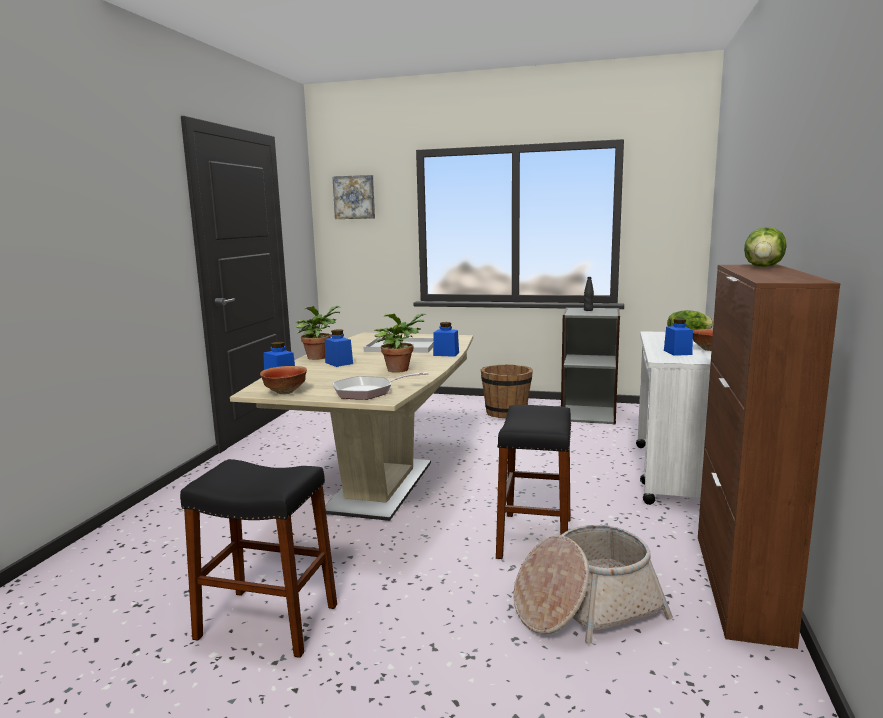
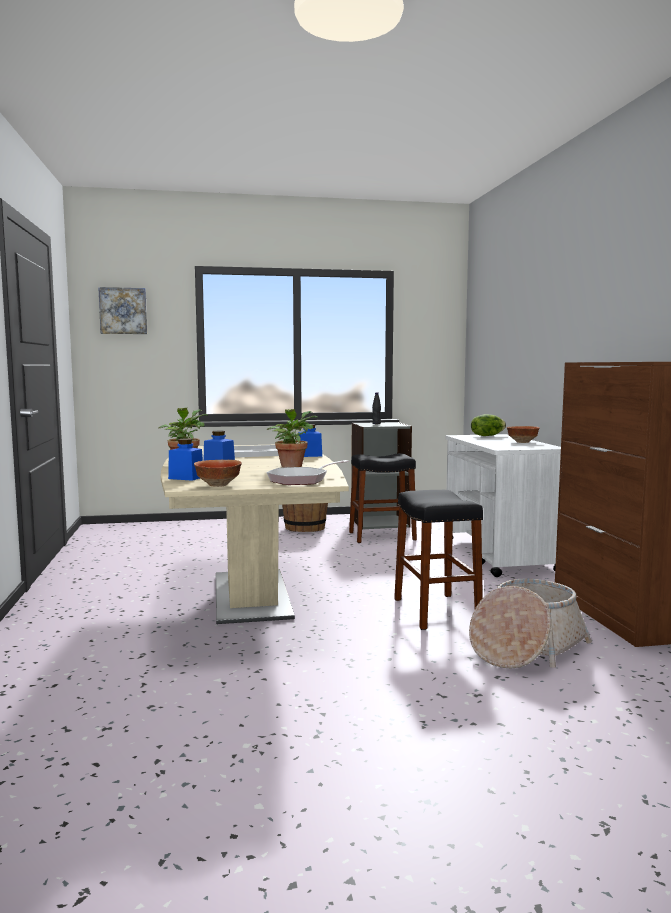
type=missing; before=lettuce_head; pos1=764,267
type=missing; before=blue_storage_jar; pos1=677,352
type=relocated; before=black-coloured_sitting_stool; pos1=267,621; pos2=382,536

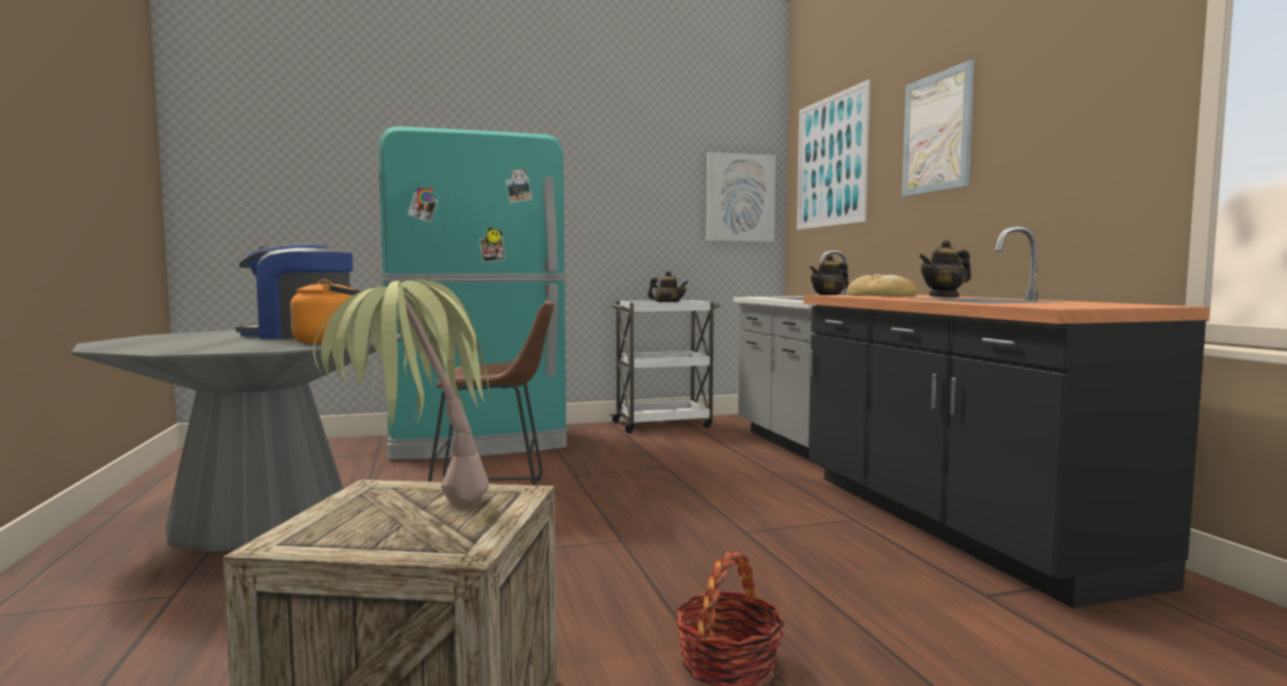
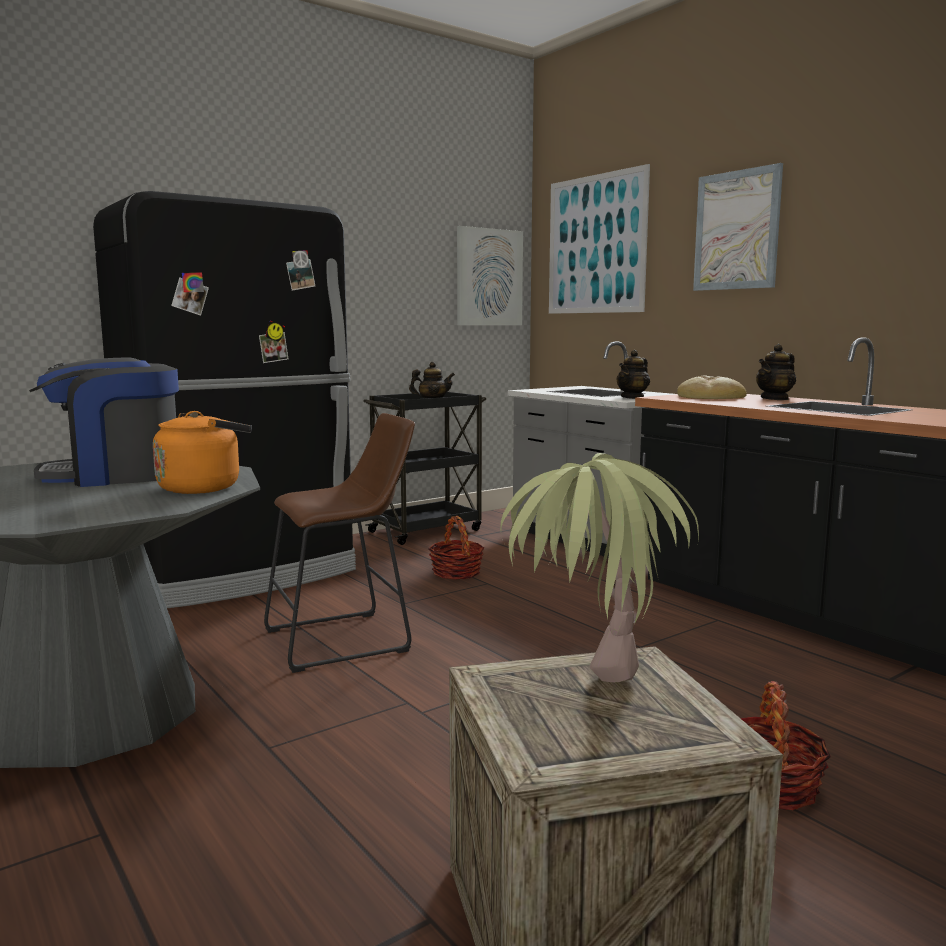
type=colour; before=turquoise-coloured_kitchen_fridge; after=black-coloured_kitchen_fridge; pos1=478,442; pos2=243,574
type=colour; before=white_cart; after=black-coloured_cart; pos1=663,424; pos2=427,530
type=appeared; after=storage_basket; pos2=456,572

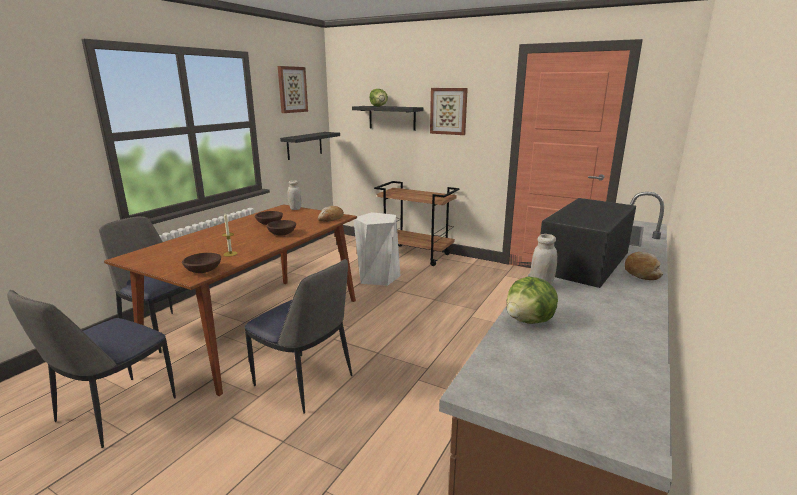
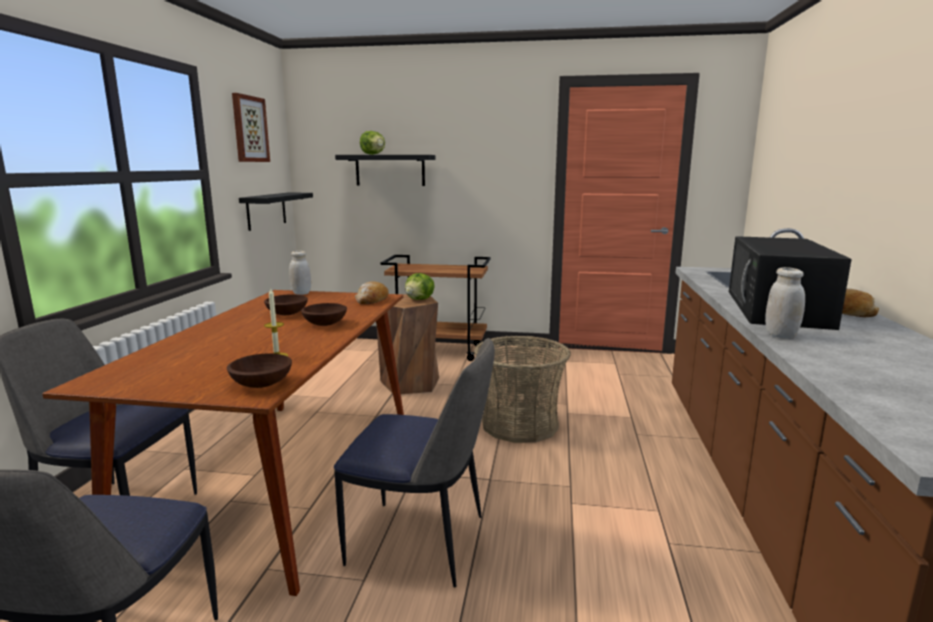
type=missing; before=picture; pos1=448,111
type=colour; before=white_sitting_stool; after=brownish_sitting_stool; pos1=378,277; pos2=410,383
type=relocated; before=lettuce_head; pos1=529,321; pos2=420,299
type=appeared; after=storage_basket; pos2=520,424

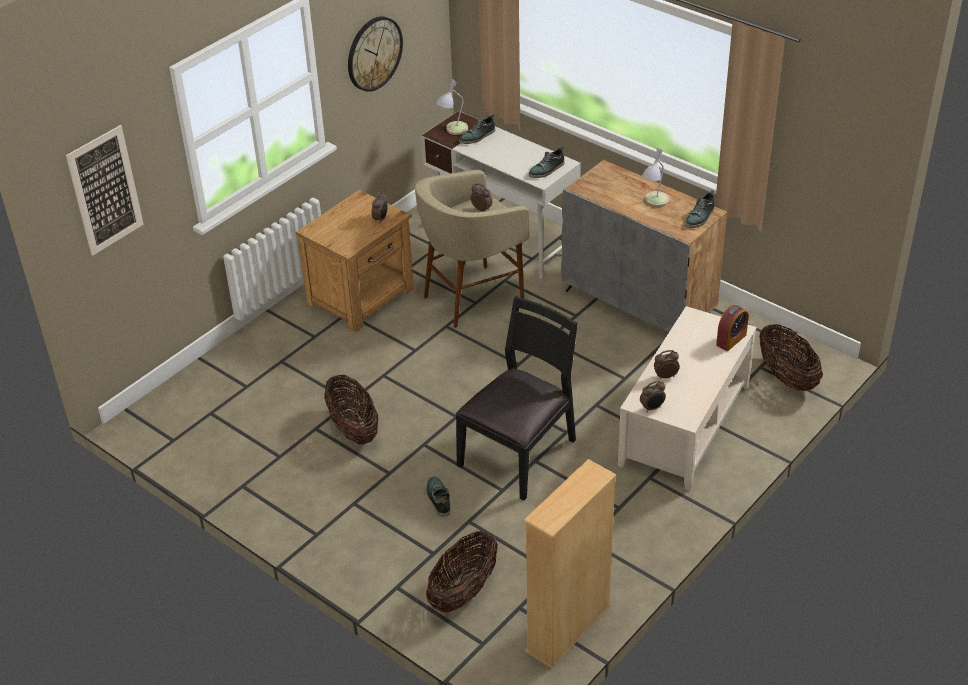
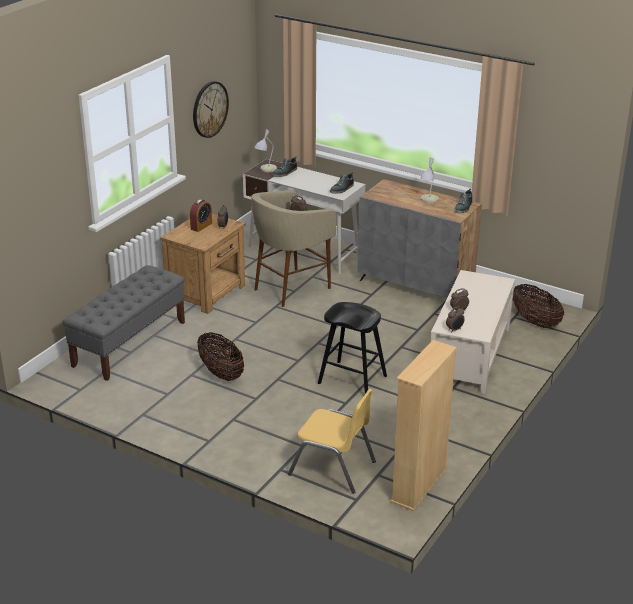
type=missing; before=picture; pos1=105,190
type=exchanged; before=black-coloured_upright_chair; after=black-coloured_sitting_stool; pos1=519,453; pos2=352,379
type=relocated; before=table_clock; pos1=731,340; pos2=201,226
type=missing; before=low_shoe; pos1=438,498
type=exchanged; before=storage_basket; after=yellow-coloured_upright_chair; pos1=463,591; pos2=333,468
type=appeared; after=gray_indoor_bench; pos2=129,343

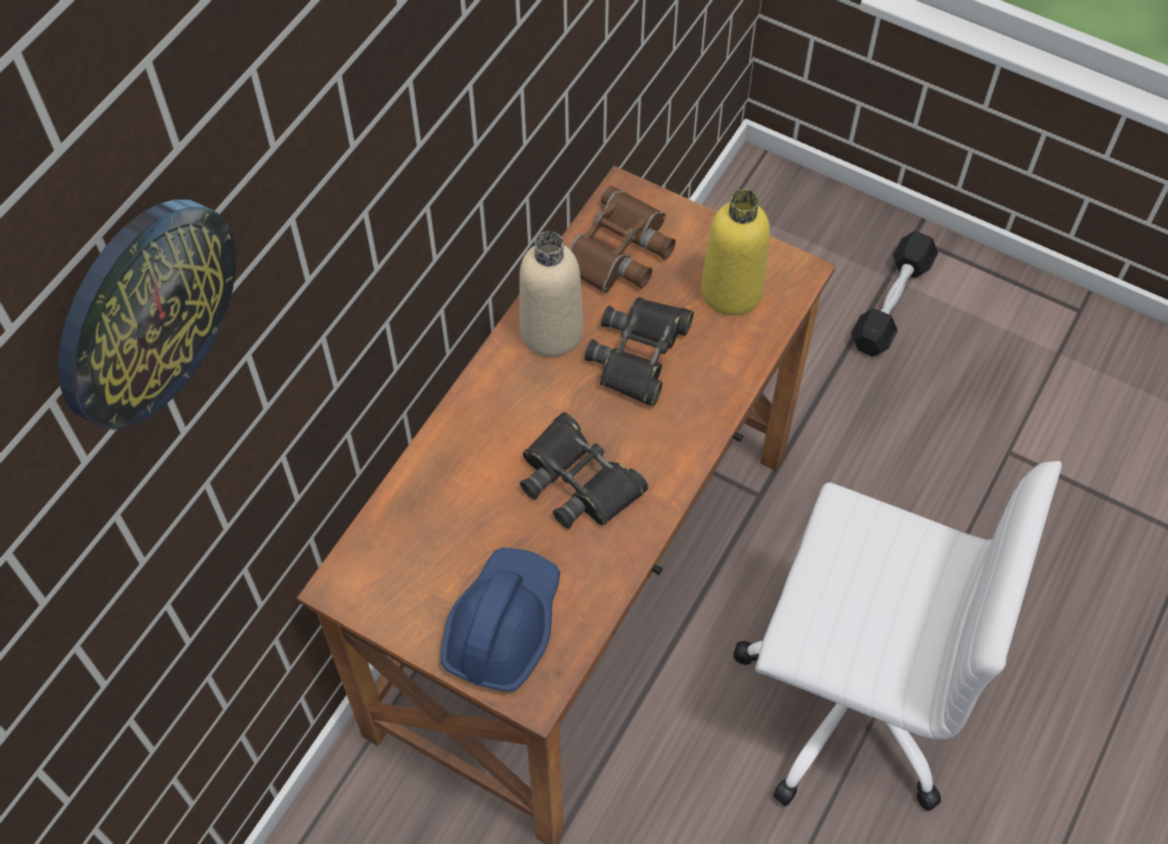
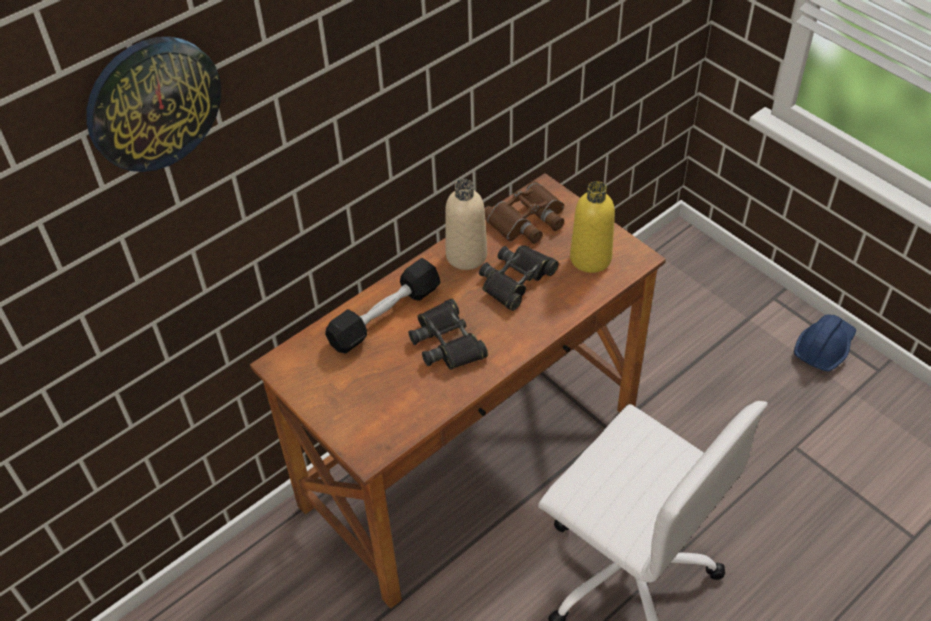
type=relocated; before=black-coloured_dumbbell; pos1=891,303; pos2=385,316
type=relocated; before=blue_work_helmet; pos1=503,625; pos2=823,347

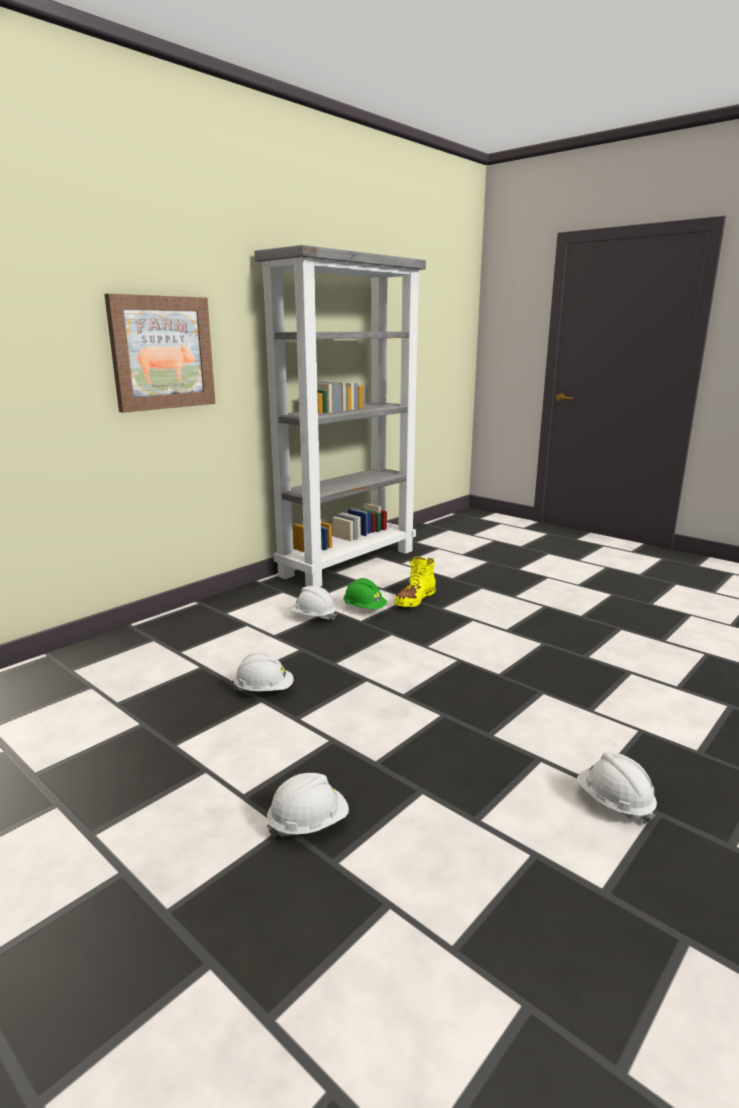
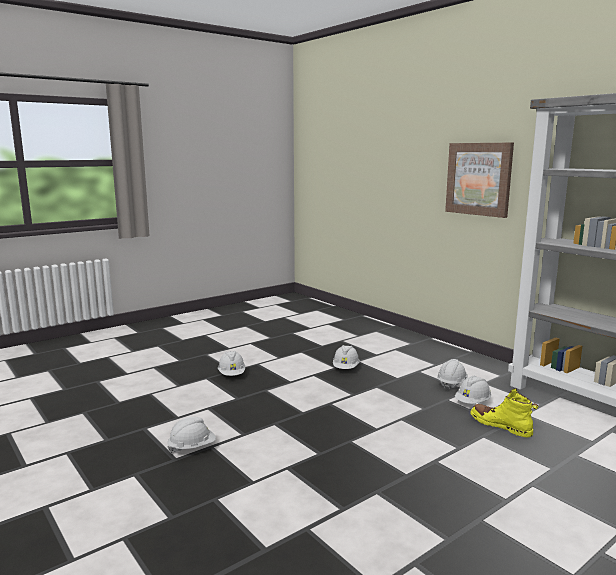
type=colour; before=greenish_work_helmet; after=white_work_helmet; pos1=364,609; pos2=472,402

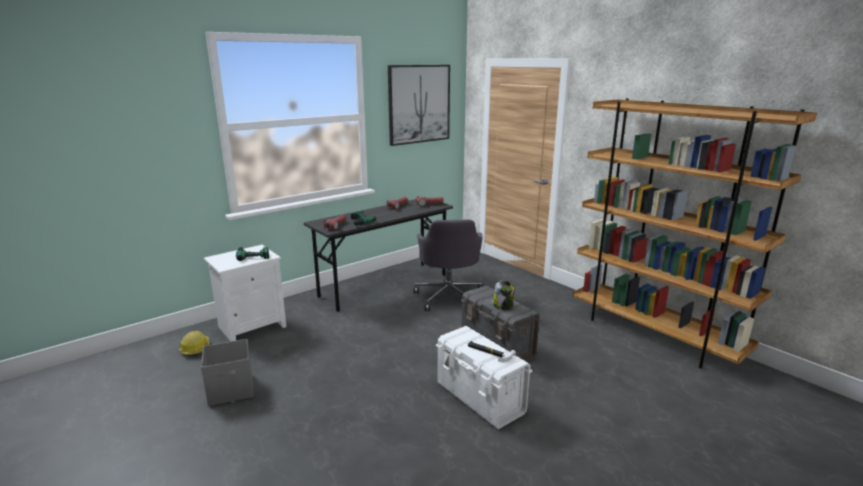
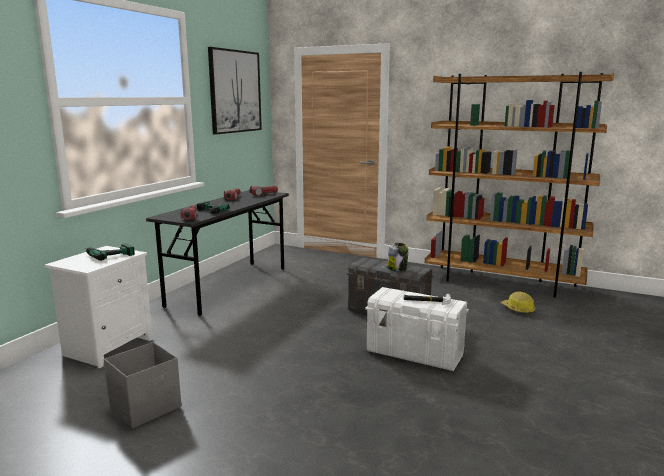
type=missing; before=gray_desk_chair; pos1=449,296
type=relocated; before=work_helmet; pos1=195,348; pos2=518,309

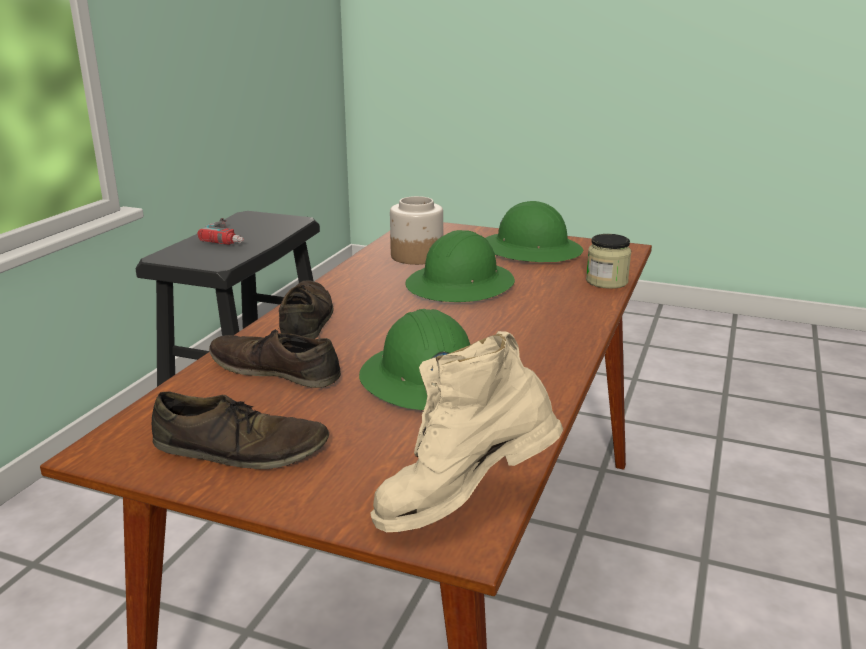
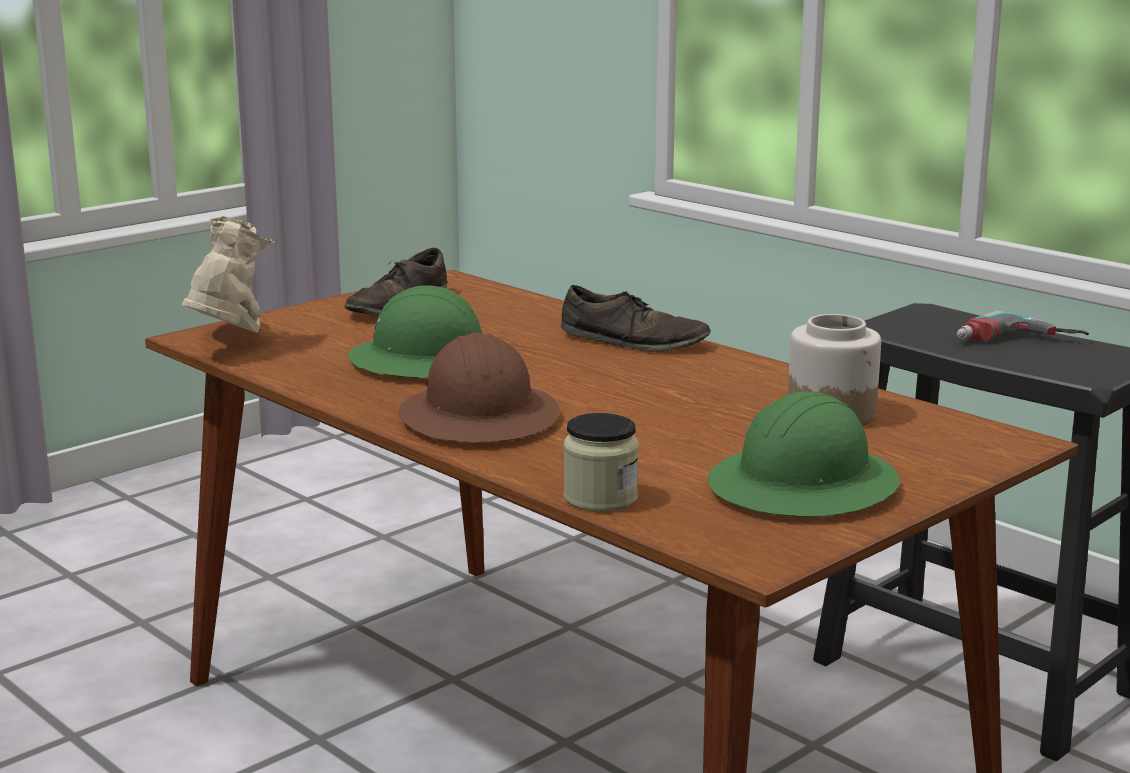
type=missing; before=greenish_work_helmet; pos1=461,285
type=missing; before=brownish_low_shoe; pos1=275,370
type=appeared; after=brownish_work_helmet; pos2=480,418

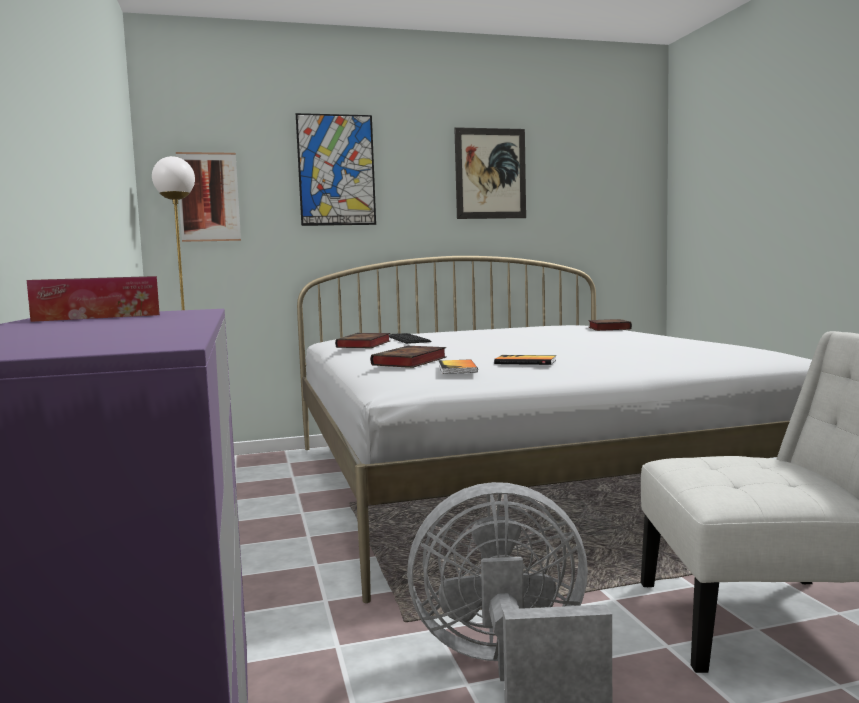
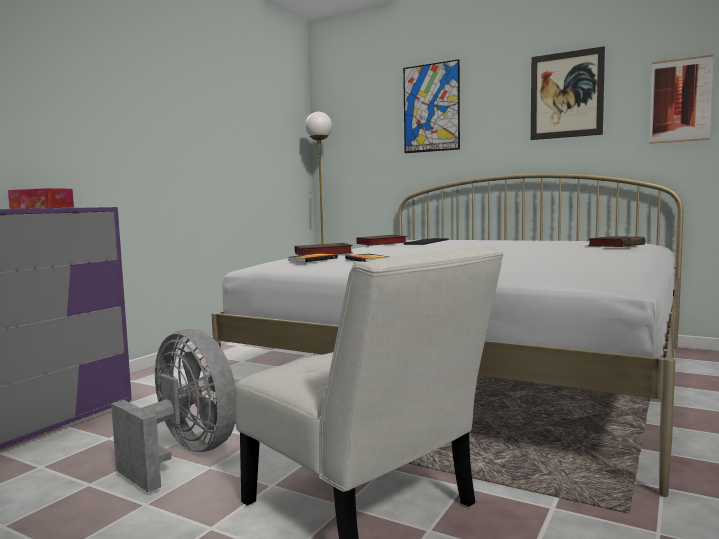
type=relocated; before=picture; pos1=209,197; pos2=680,100

